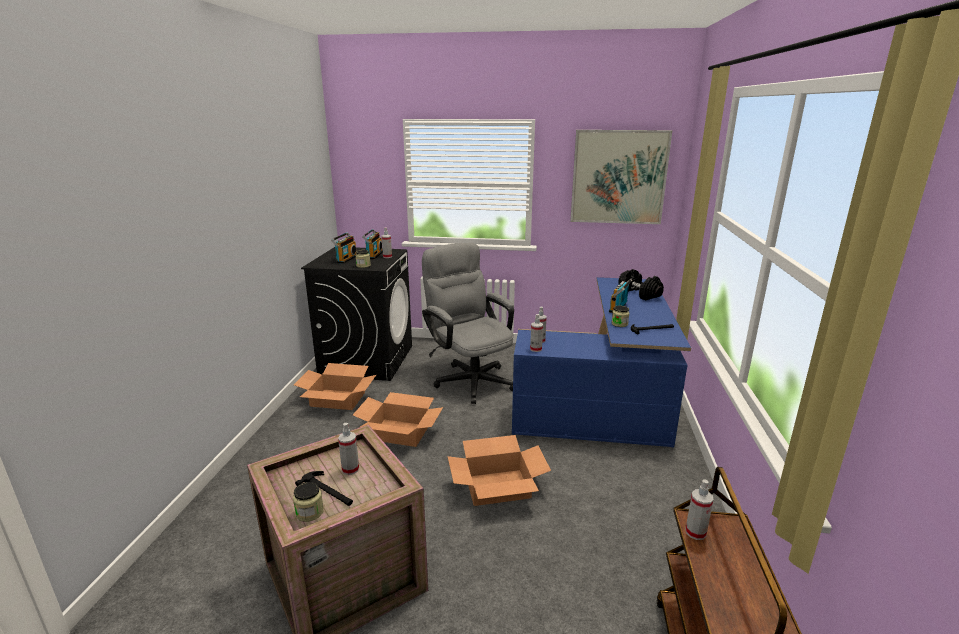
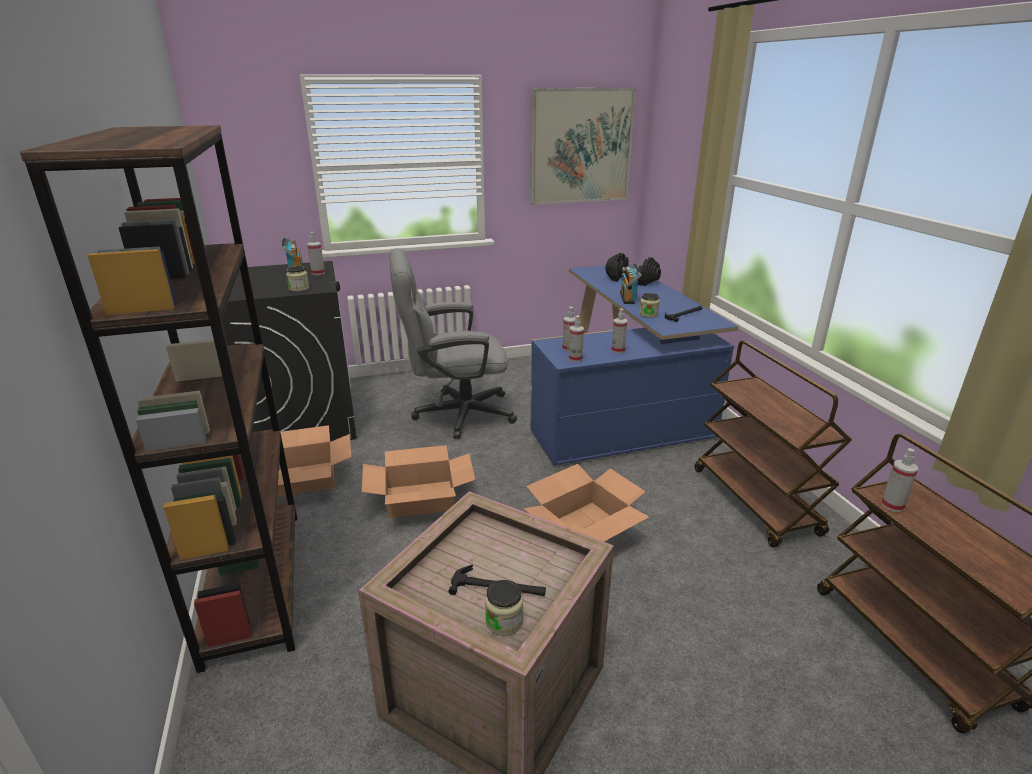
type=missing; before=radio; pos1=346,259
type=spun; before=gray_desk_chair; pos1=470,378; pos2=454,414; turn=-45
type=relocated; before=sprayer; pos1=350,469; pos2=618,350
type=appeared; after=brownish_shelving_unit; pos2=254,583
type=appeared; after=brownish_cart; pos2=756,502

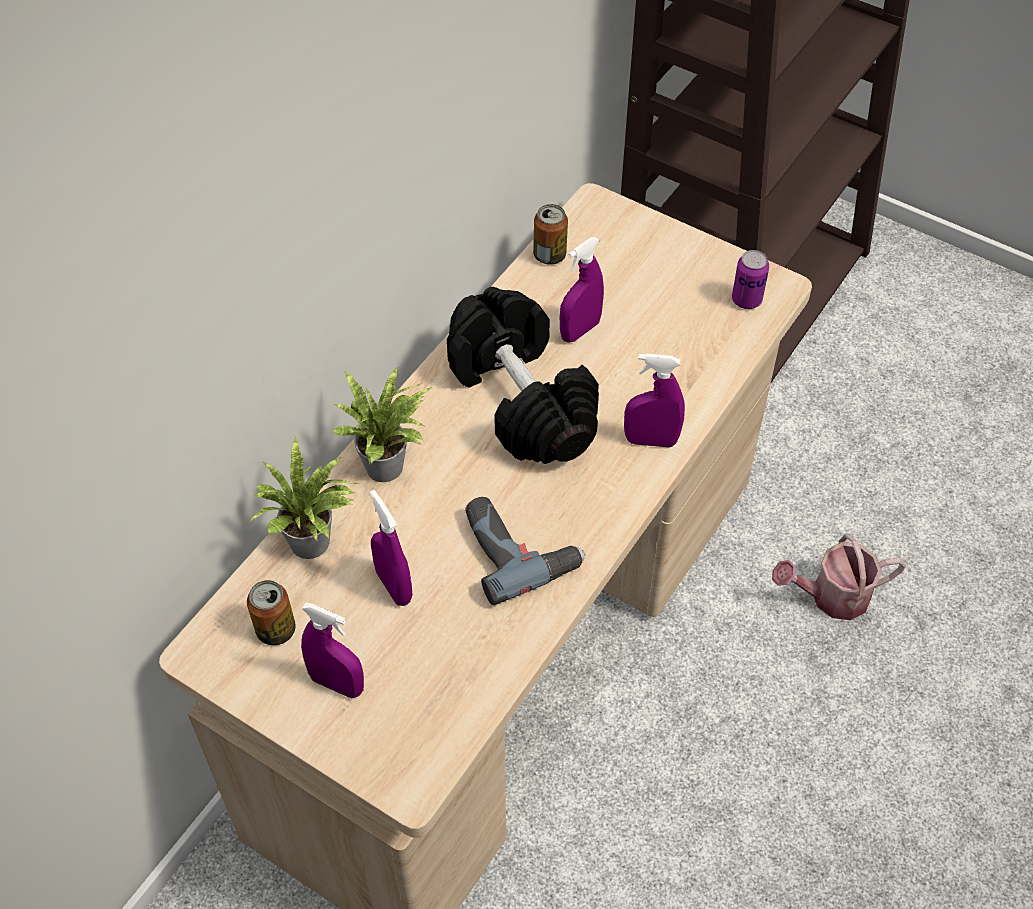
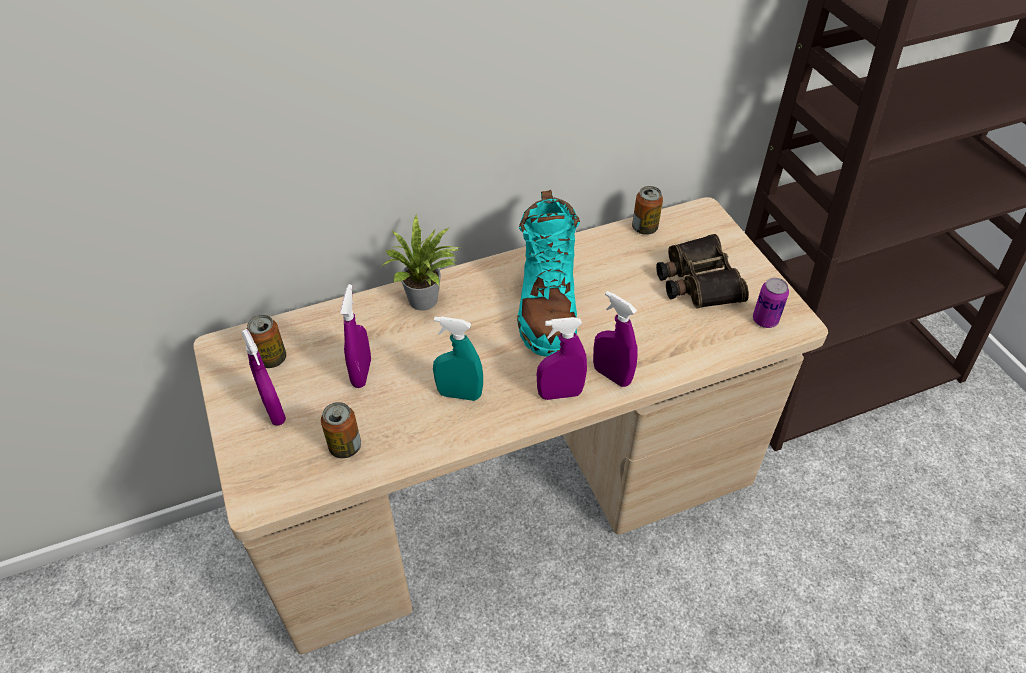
type=relocated; before=purple-coloured_sprayer; pos1=580,330; pos2=560,394
type=exchanged; before=black-coloured_dumbbell; after=turquoise-coloured_high-top_boot; pos1=523,400; pos2=547,305
type=missing; before=potted_plant; pos1=314,544
type=exchanged; before=drill; after=turquoise-coloured_sprayer; pos1=518,548; pos2=459,394
type=missing; before=watering_pot; pos1=831,596
type=appeared; after=binoculars; pos2=697,280
type=appeared; after=sealed_can; pos2=345,446

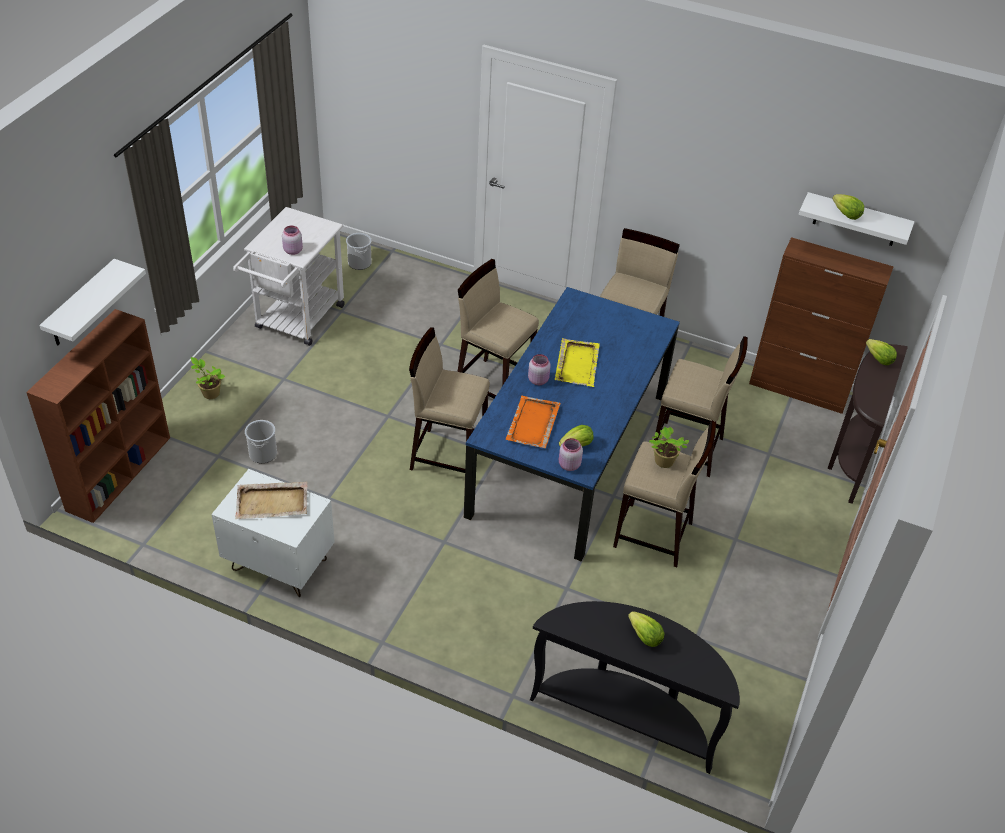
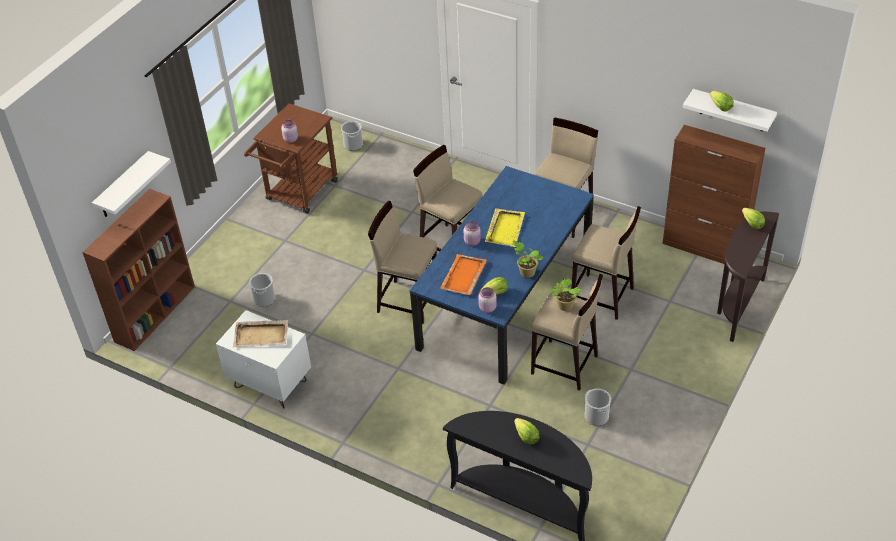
type=colour; before=white_cart; after=brownish_cart; pos1=296,321; pos2=298,194
type=relocated; before=potted_plant; pos1=210,393; pos2=526,272
type=appeared; after=pail; pos2=596,416

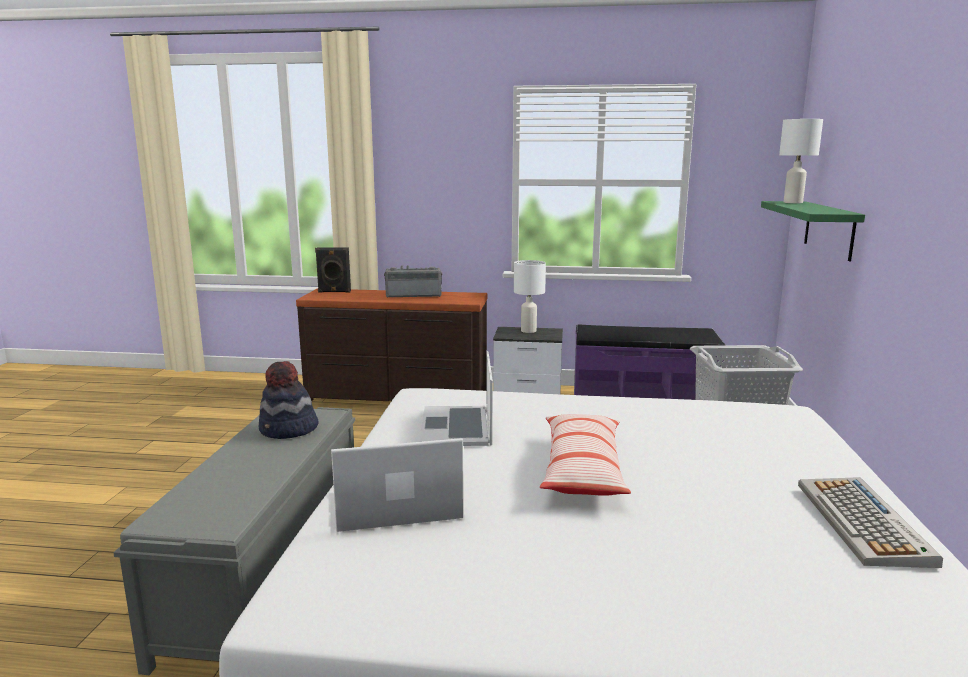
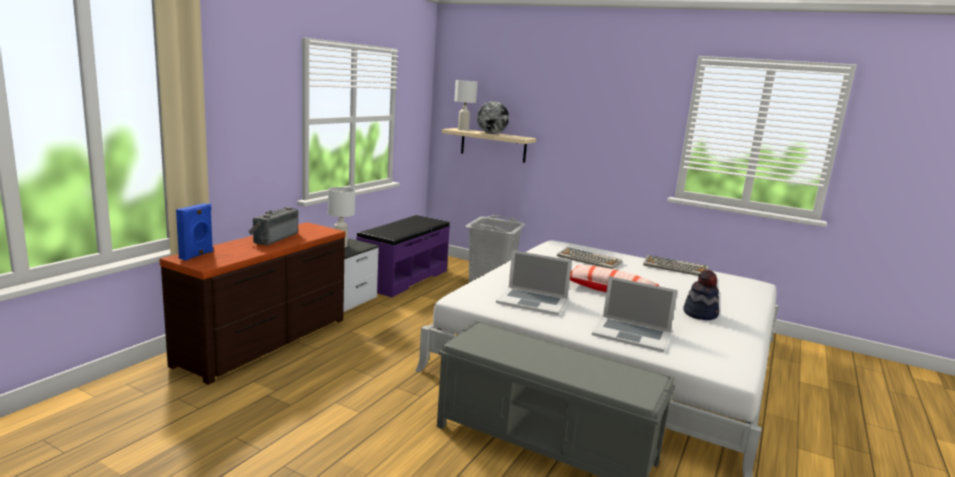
type=colour; before=greenish_wall_shelf; after=beige-coloured_wall_shelf; pos1=829,229; pos2=493,145
type=colour; before=black-coloured_speaker; after=blue_speaker; pos1=334,292; pos2=197,255
type=relocated; before=wearable_hat; pos1=288,430; pos2=700,314
type=spun; before=portable_computer; pos1=397,504; pos2=631,334; turn=-75
type=appeared; after=globe; pos2=491,133
type=appeared; after=PC_keyboard; pos2=589,259

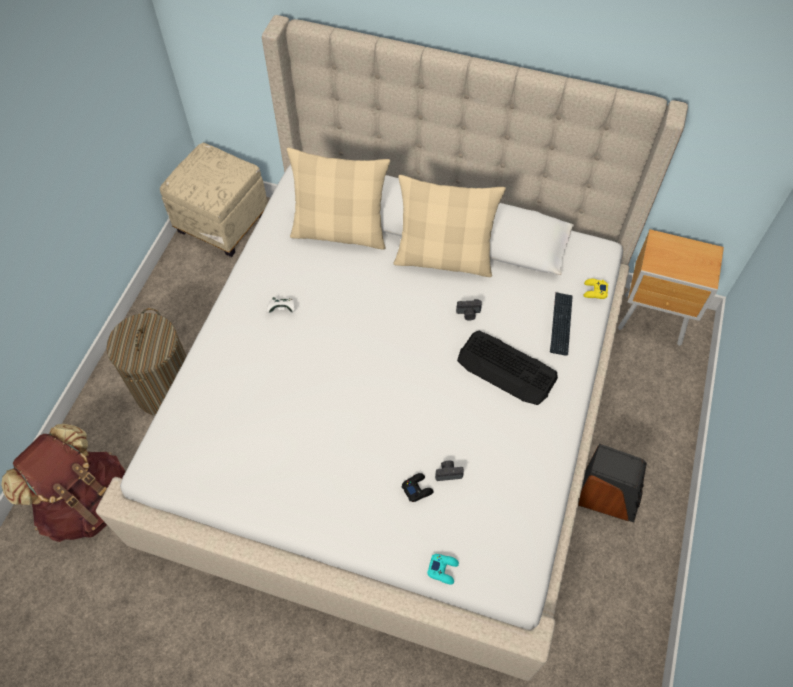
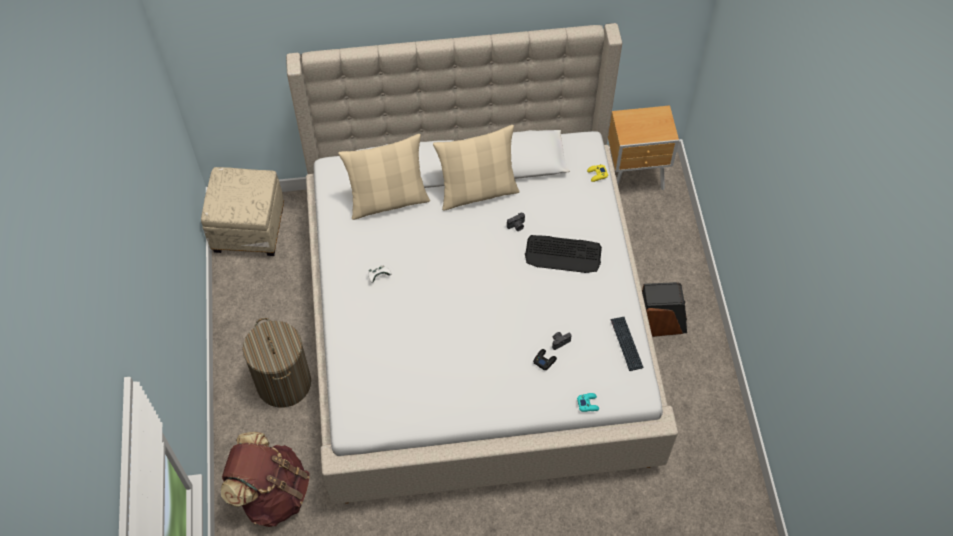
type=relocated; before=PC_keyboard; pos1=561,324; pos2=626,344

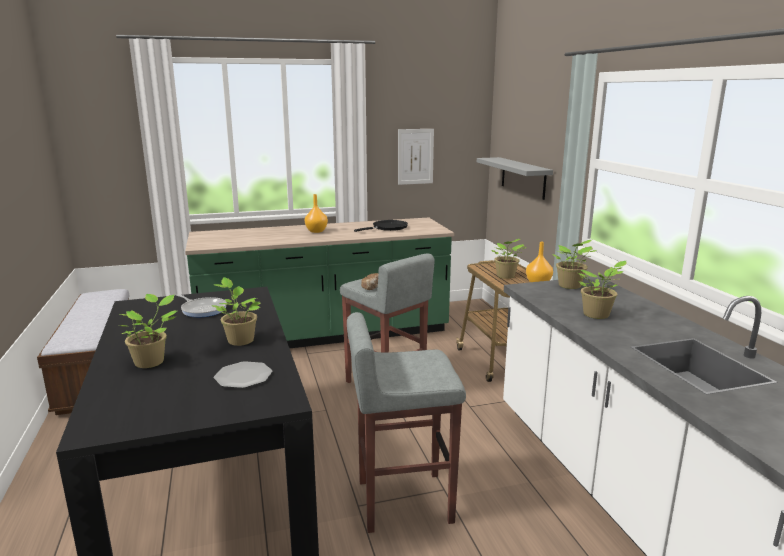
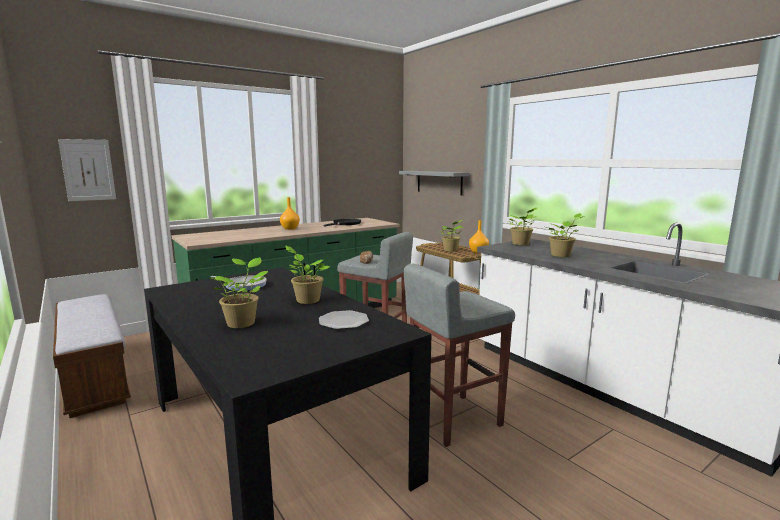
type=relocated; before=picture; pos1=415,156; pos2=88,170

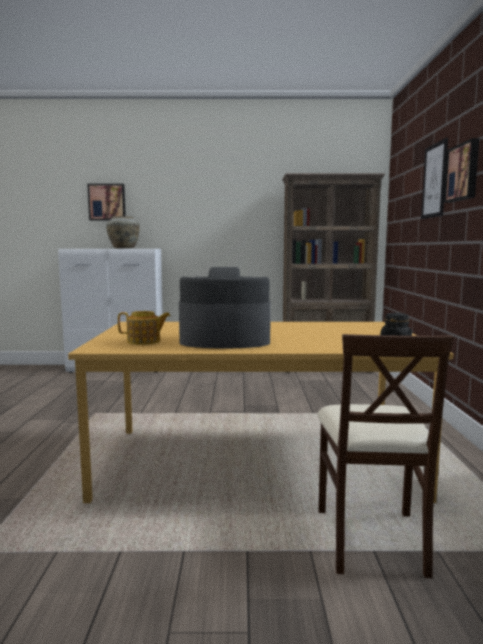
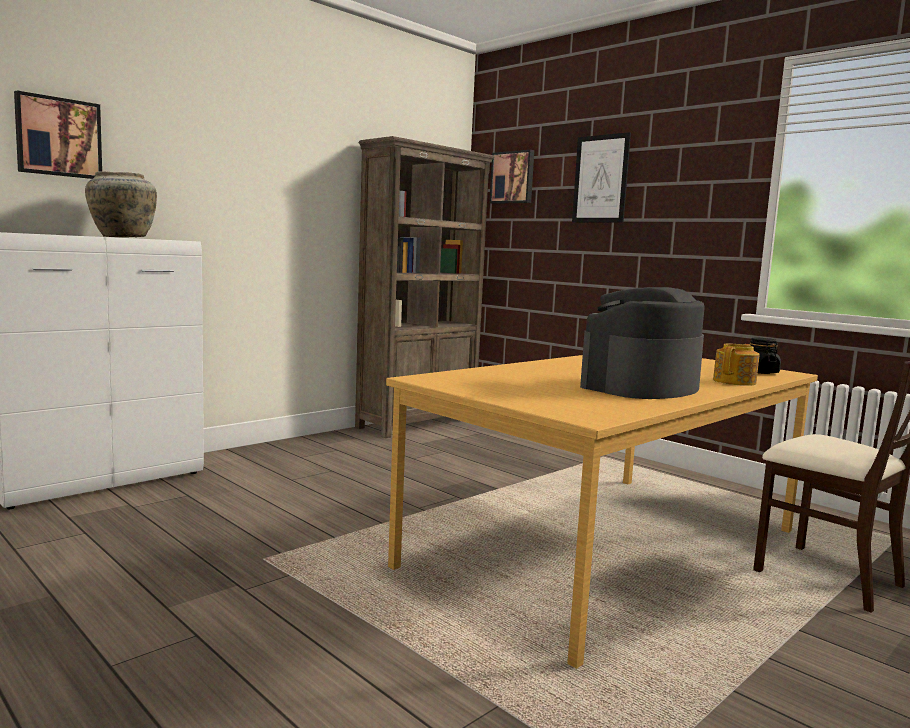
type=relocated; before=picture; pos1=463,172; pos2=513,177
type=relocated; before=teapot; pos1=144,341; pos2=735,381

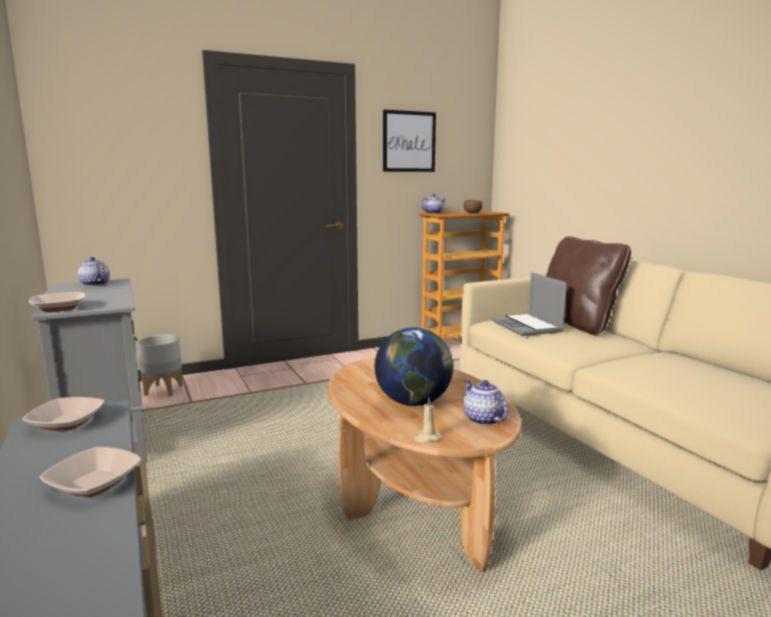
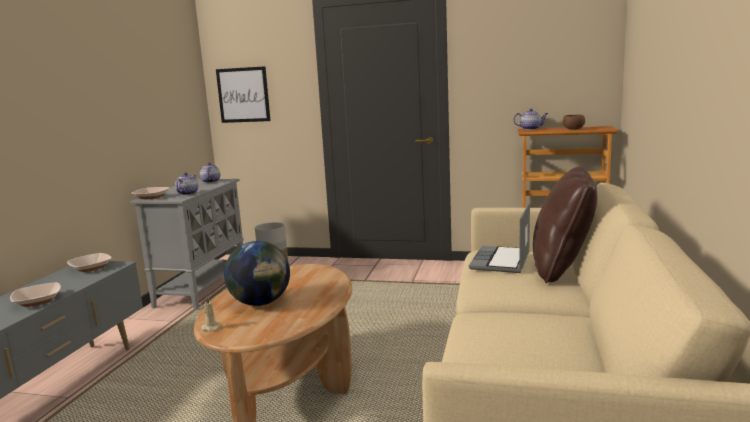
type=relocated; before=picture; pos1=409,141; pos2=243,95
type=relocated; before=teapot; pos1=482,419; pos2=188,193

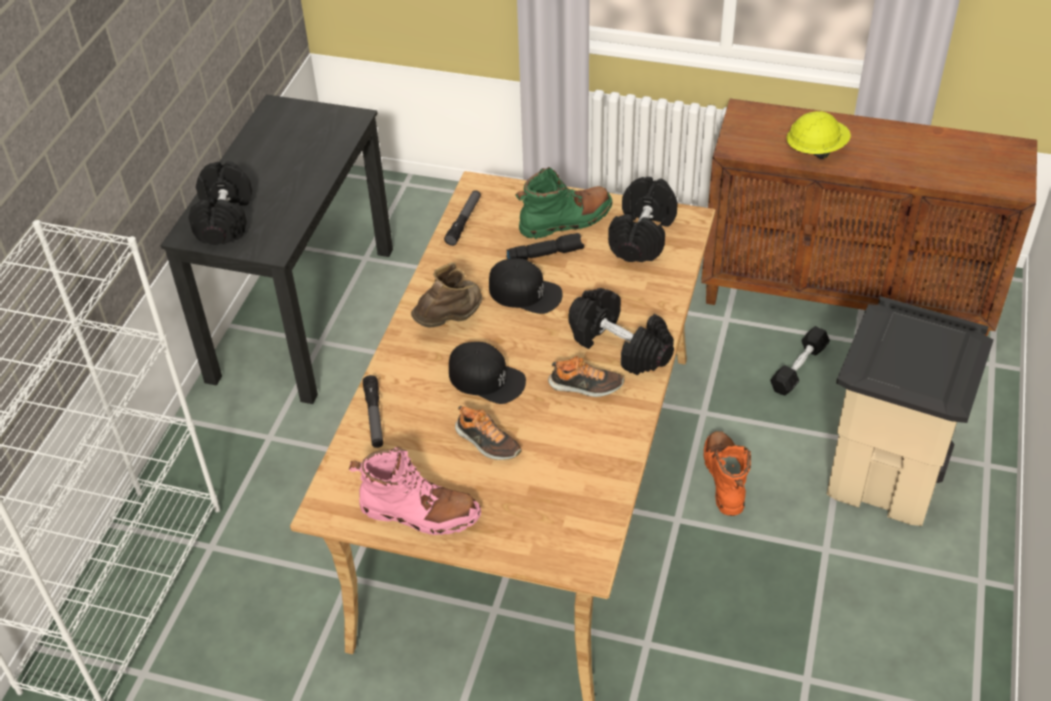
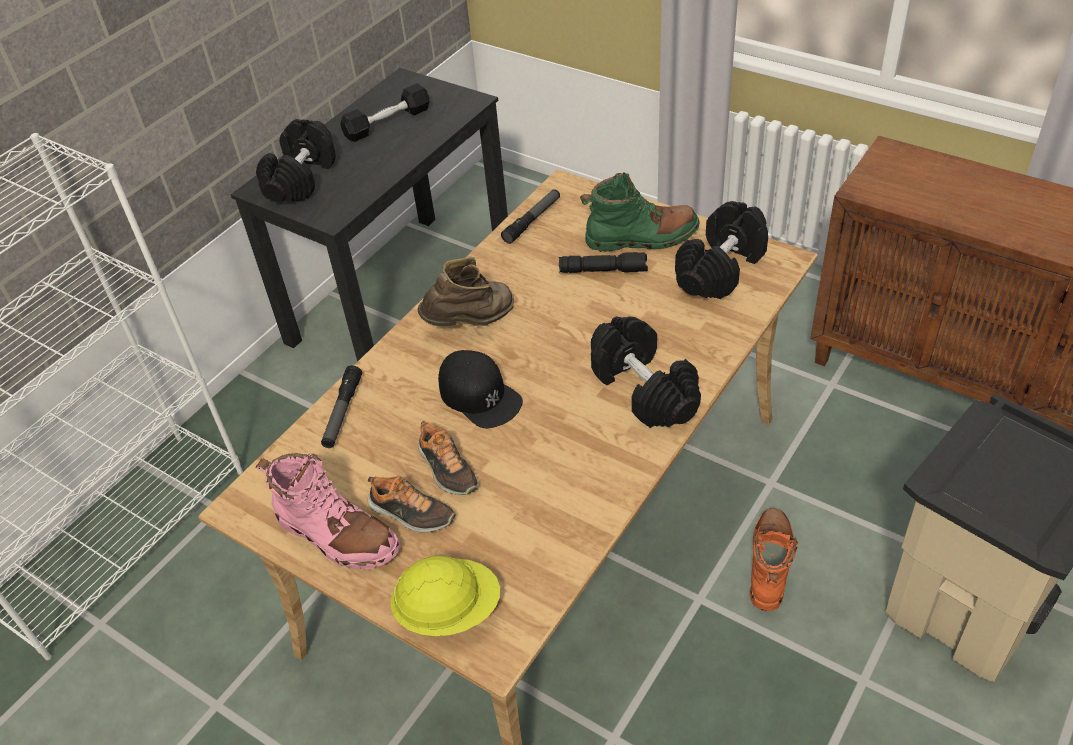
type=relocated; before=yellow-coloured_work_helmet; pos1=816,150; pos2=449,611
type=missing; before=black-coloured_baseball_cap; pos1=525,292
type=relocated; before=black-coloured_dumbbell; pos1=798,368; pos2=387,123
type=relocated; before=low_shoe; pos1=585,386; pos2=411,513

